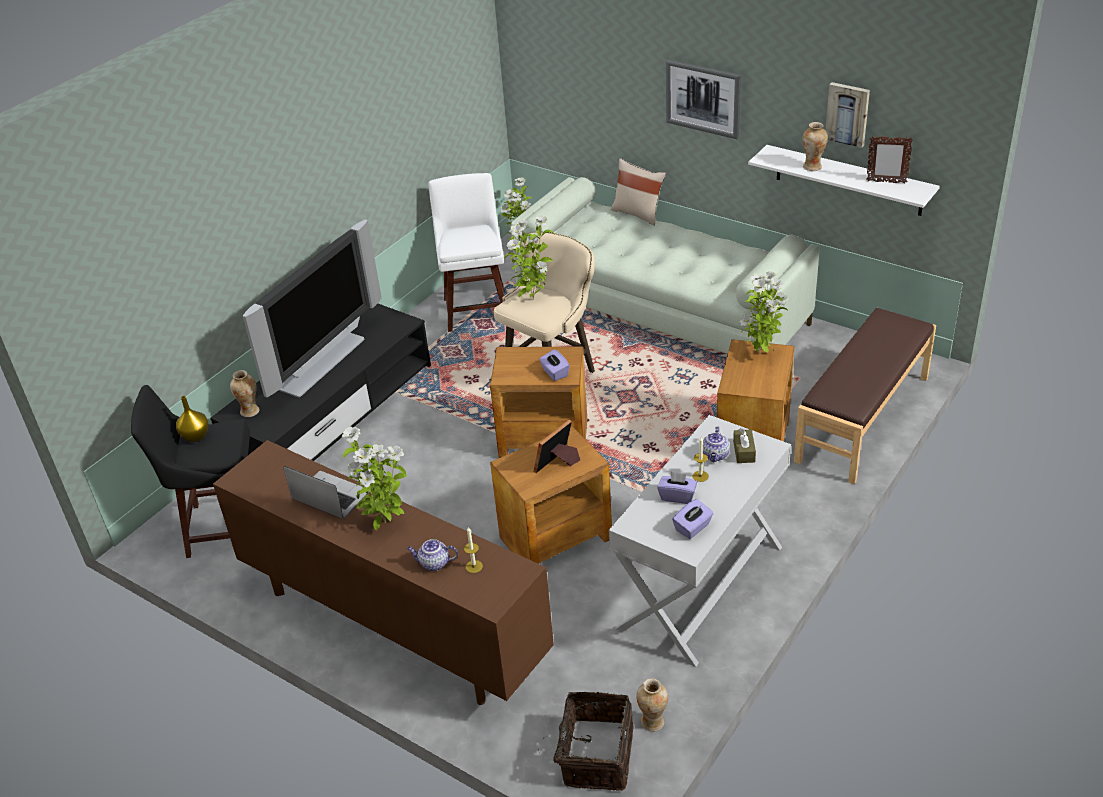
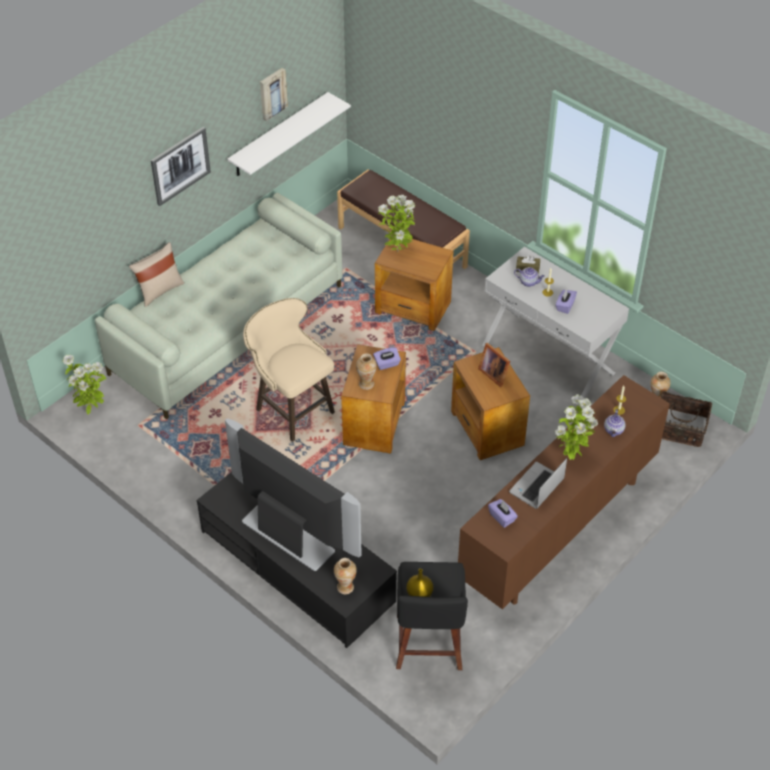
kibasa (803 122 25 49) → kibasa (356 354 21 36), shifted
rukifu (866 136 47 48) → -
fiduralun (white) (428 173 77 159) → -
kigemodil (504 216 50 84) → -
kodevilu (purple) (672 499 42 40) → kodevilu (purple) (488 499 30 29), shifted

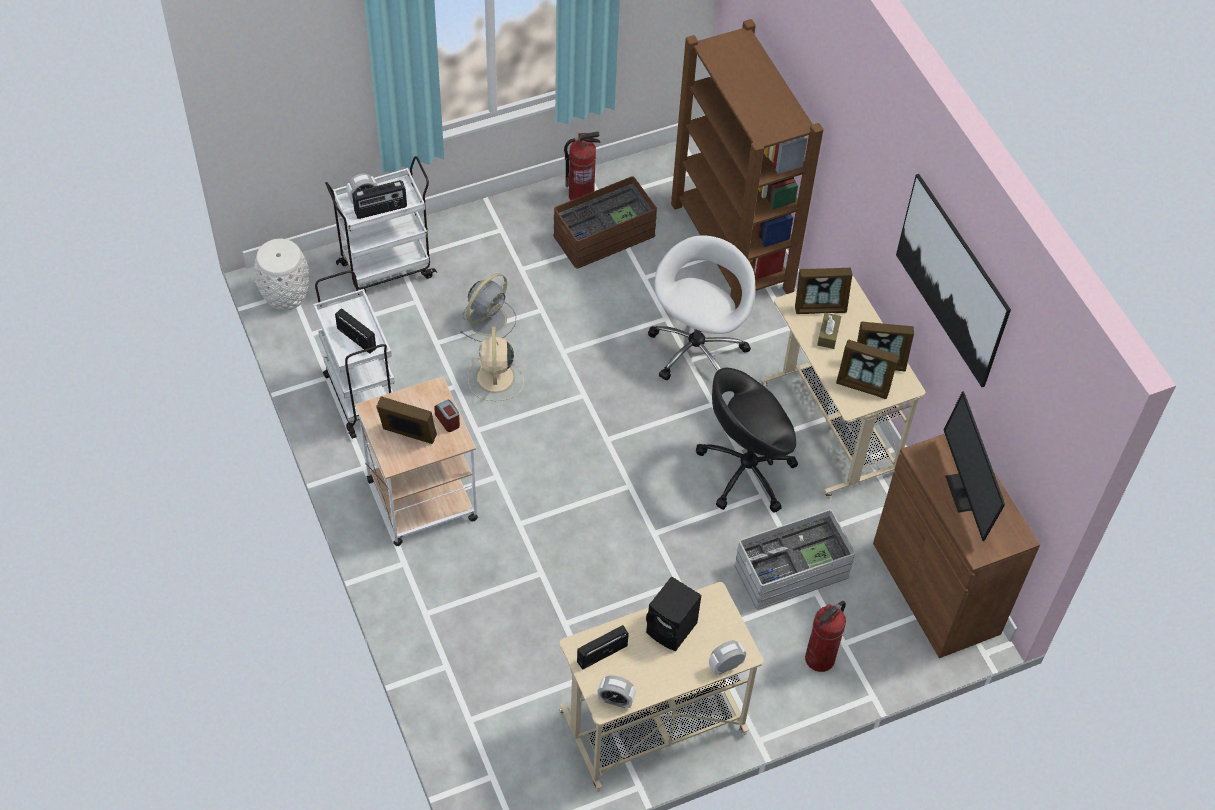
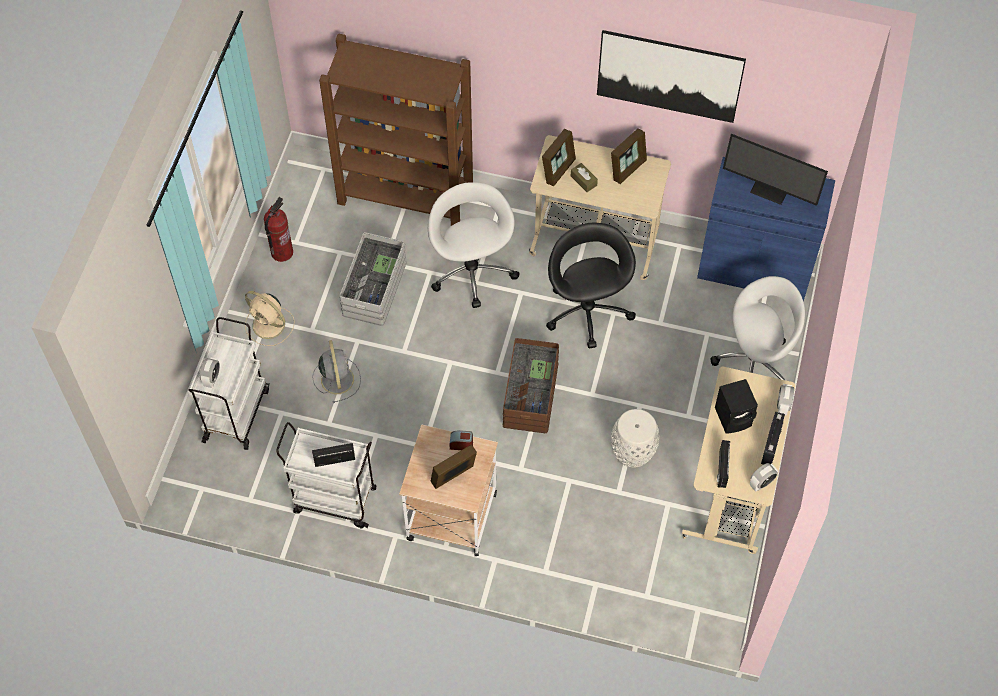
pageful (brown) (553 176 104 92) → pageful (brown) (503 338 57 95), shifted
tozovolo (352 180 55 39) → tozovolo (761 412 24 53), shifted
fiduralun (white) (254 239 55 72) → fiduralun (white) (611 409 49 59), shifted
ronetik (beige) (468 326 56 75) → ronetik (beige) (245 291 50 55), shifted
rukifu (836 340 63 59) → -
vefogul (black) (696 368 102 145) → vefogul (black) (546 223 90 125), 150 degrees clockwise
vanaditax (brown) (873 434 167 224) → vanaditax (blue) (697 157 138 144)
pageful (grey) (734 509 121 101) → pageful (grey) (340 232 67 94), shifted
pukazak (805 601 41 71) → vefogul (white) (711 276 94 104)

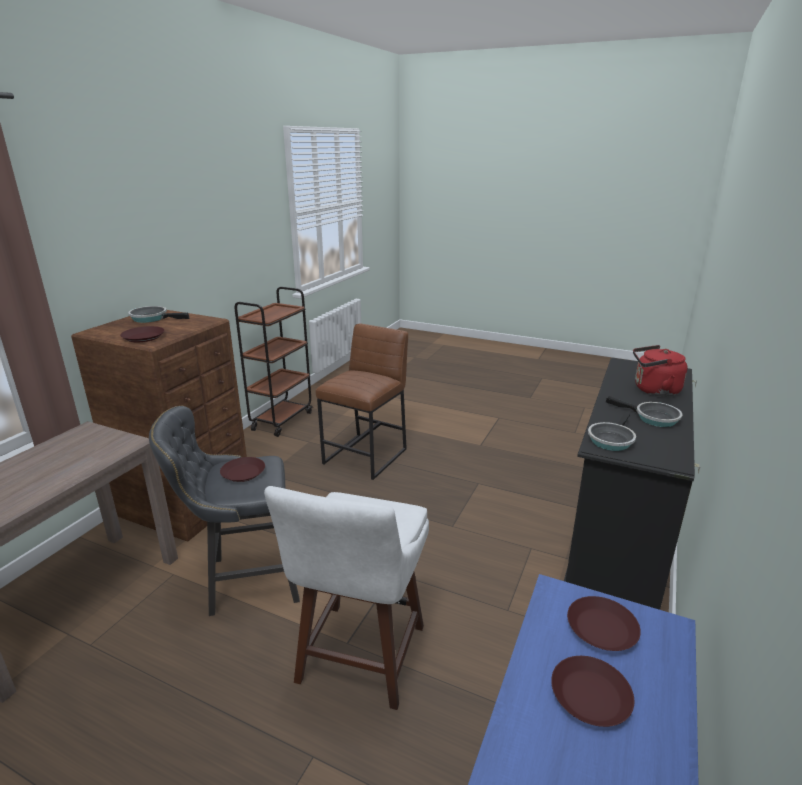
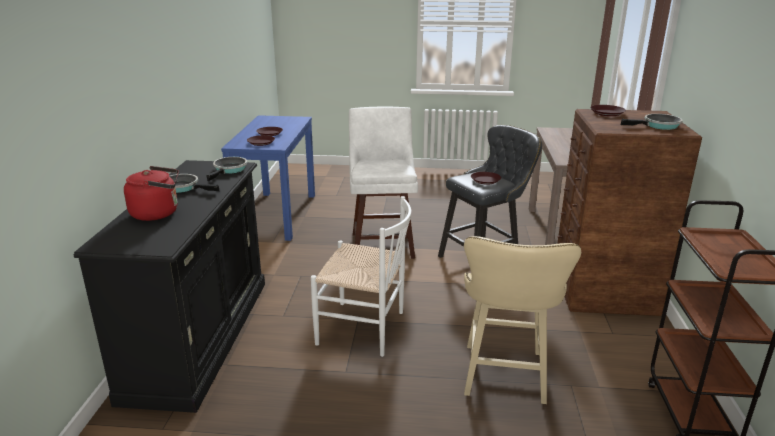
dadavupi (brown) (315 324 93 156) → fiduralun (beige) (464 236 117 168)
- → dadavupi (white) (311 196 100 161)

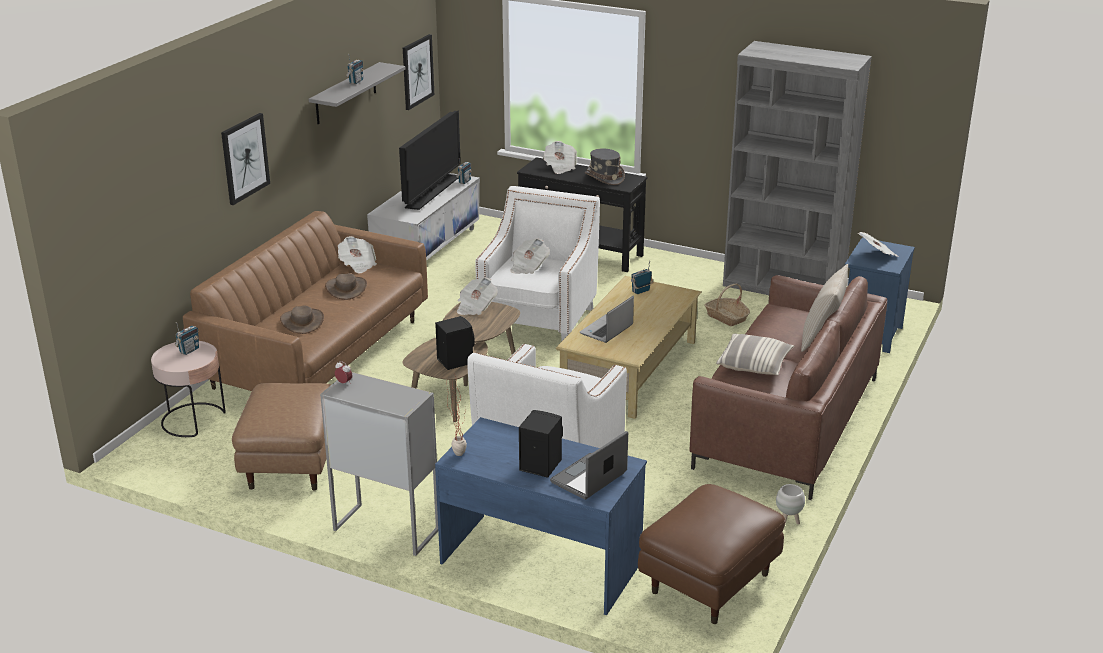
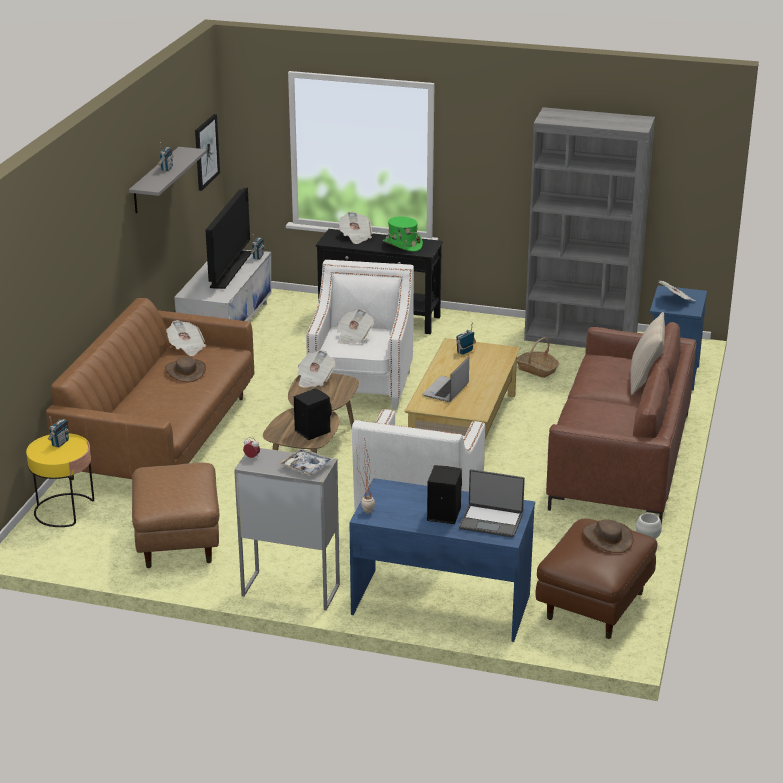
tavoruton (221 113 49 92) → -
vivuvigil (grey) (585 148 40 37) → vivuvigil (green) (383 216 40 36)
vivuvigil (brown) (280 305 44 29) → vivuvigil (brown) (582 519 52 34), shifted
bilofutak (716 333 78 42) → -
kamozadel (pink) (151 341 75 96) → kamozadel (yellow) (26 433 68 94)
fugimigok (550 431 78 69) → fugimigok (459 469 66 69), 105 degrees counterclockwise
- → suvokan (279 449 55 27)

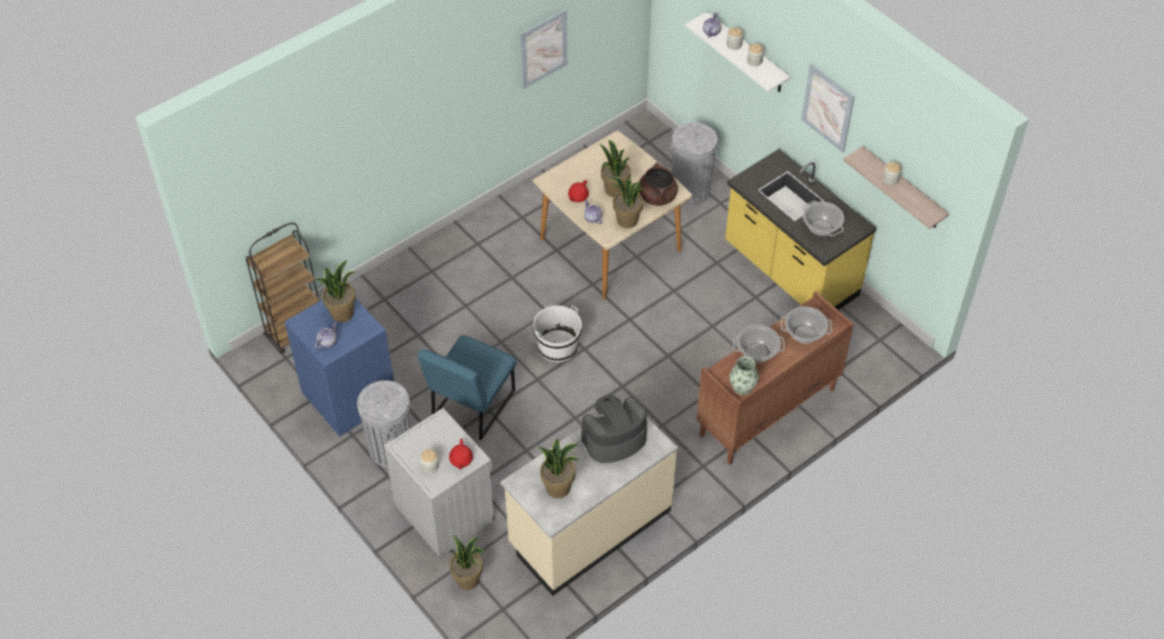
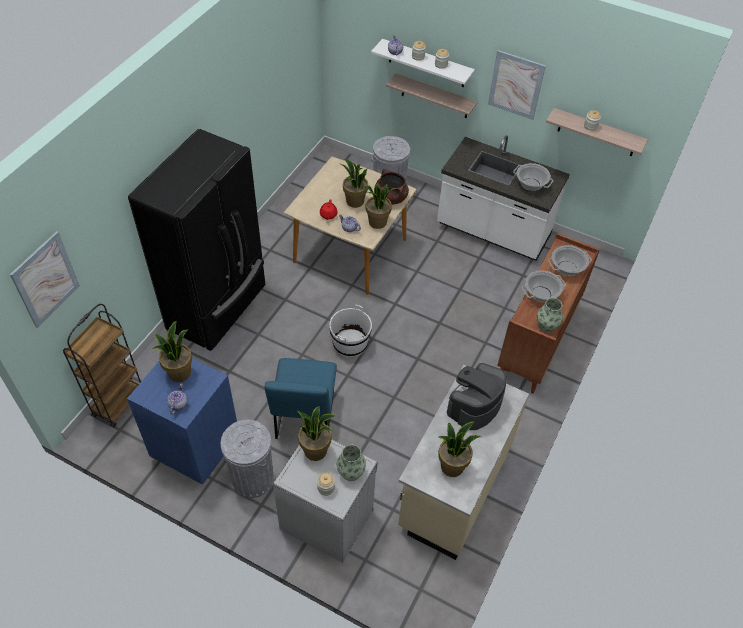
tavoruton (520 9 47 80) → tavoruton (10 231 70 97), shifted
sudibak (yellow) (725 149 151 161) → sudibak (white) (437 135 133 126)
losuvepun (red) (449 439 24 30) → kibasa (337 445 29 36)
kigemodil (449 534 36 56) → kigemodil (297 406 39 55), shifted
- → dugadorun (386 74 92 44)
- → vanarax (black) (128 129 137 222)

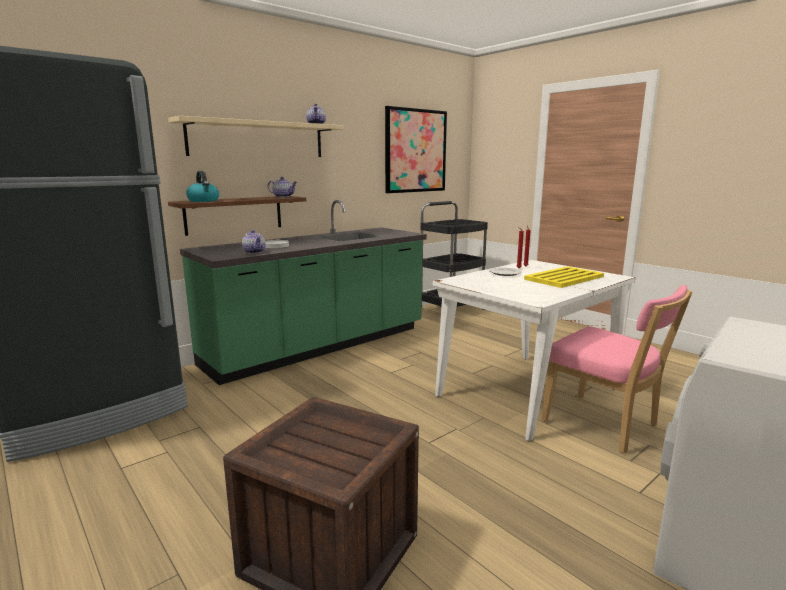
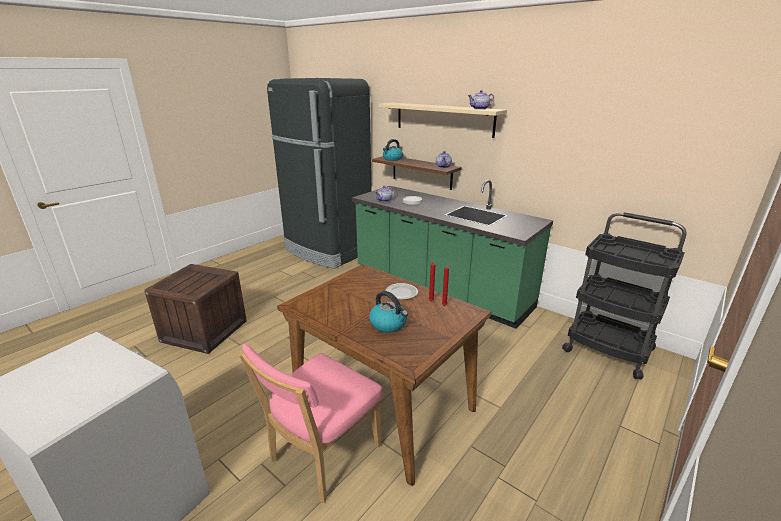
tavoruton (385 106 62 87) → -
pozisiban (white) (432 260 203 181) → pozisiban (brown) (277 264 214 222)
suvokan (yellow) (524 266 80 22) → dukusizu (369 291 39 42)

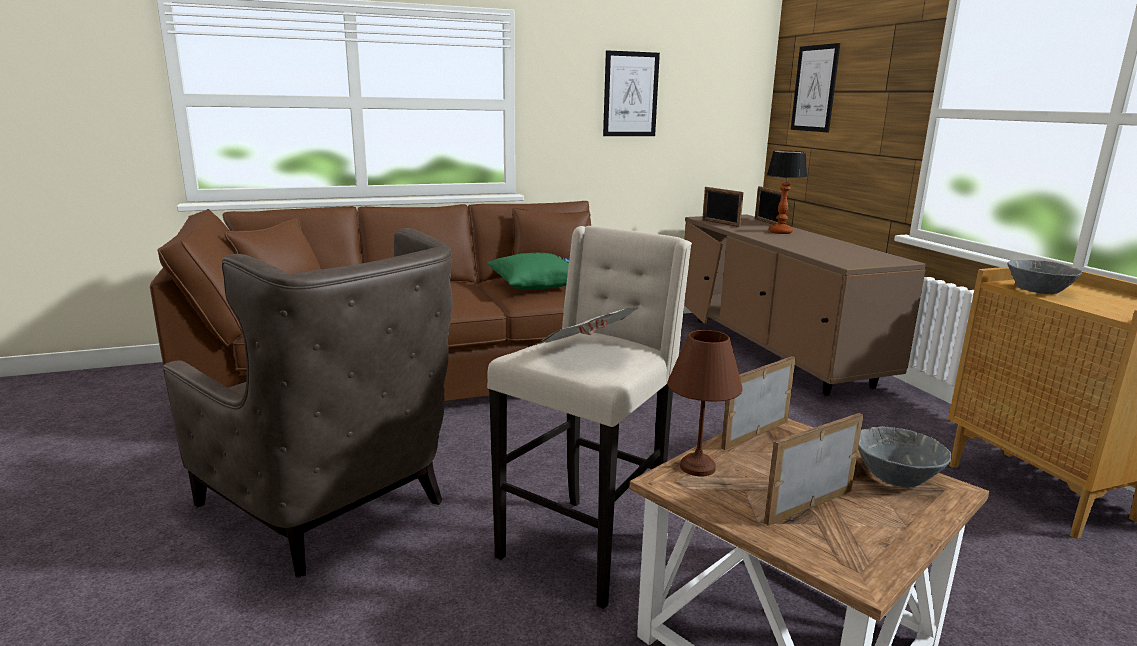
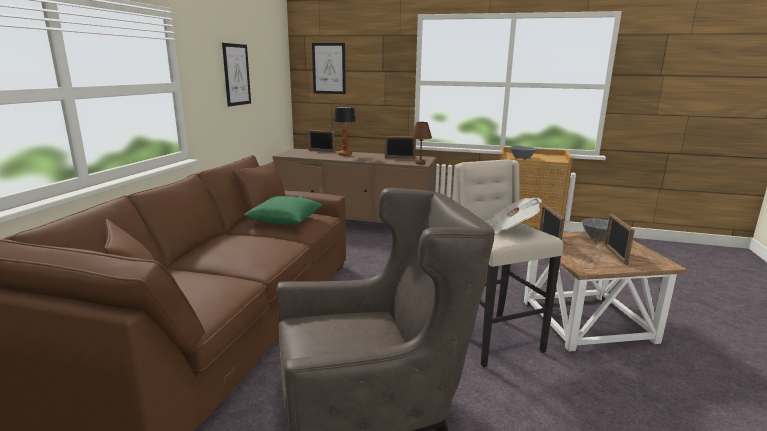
rukifu (702 187 42 40) → rukifu (385 136 31 22), shifted
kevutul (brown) (667 330 76 146) → kevutul (brown) (411 122 21 42), shifted

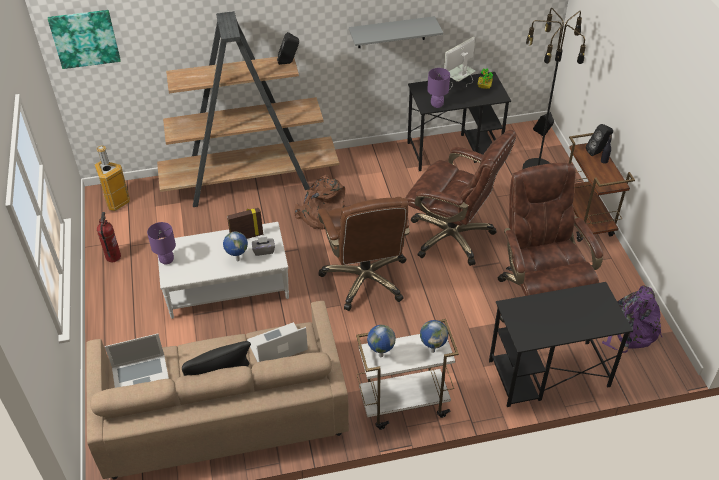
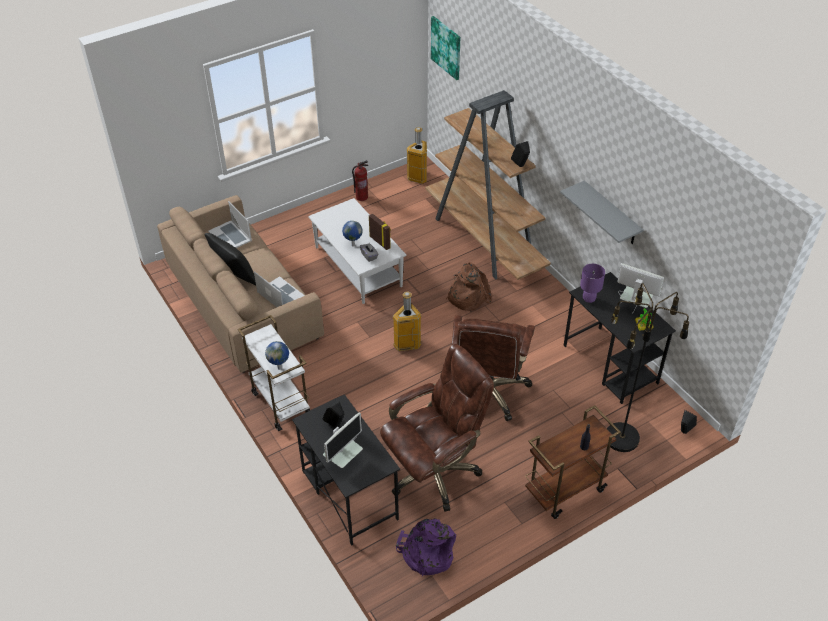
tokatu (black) (586 124 27 32) → tokatu (black) (322 401 22 27), shifted
vefogul (brown) (318 197 92 114) → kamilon (393 291 28 60)
kevutul (purple) (147 222 29 42) → -
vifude (367 325 29 32) → -
- → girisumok (323 413 40 55)

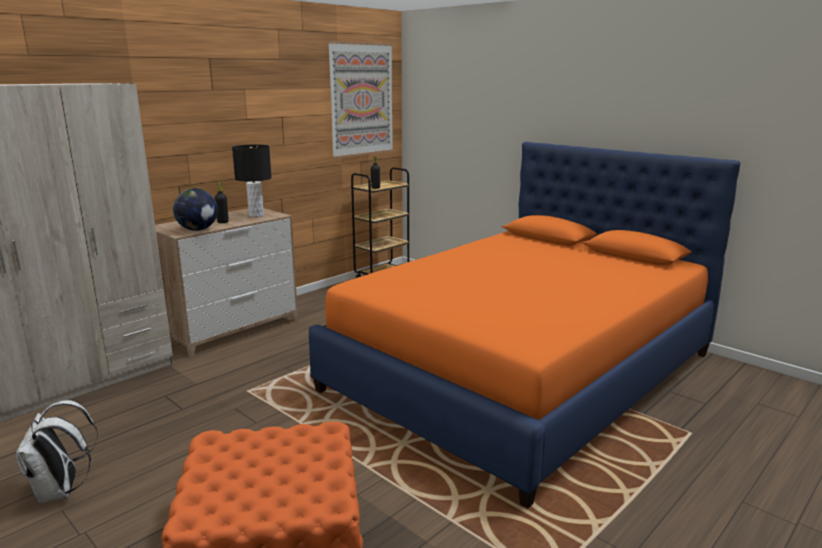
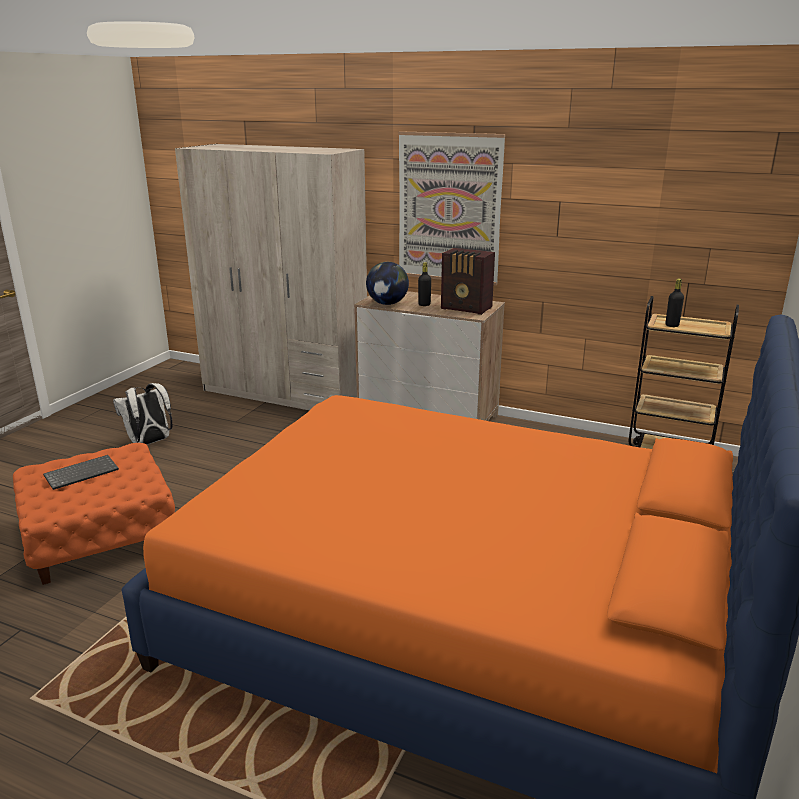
tavoruton (328 41 65 118) → tavoruton (399 131 106 154), shifted
kevutul (black) (232 145 40 72) → tozovolo (441 248 54 67)
- → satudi (43 455 76 35)

